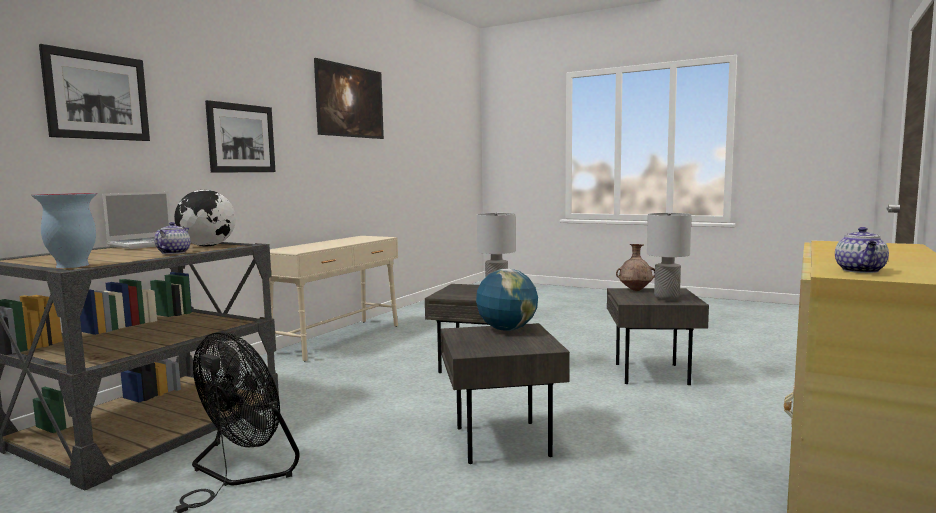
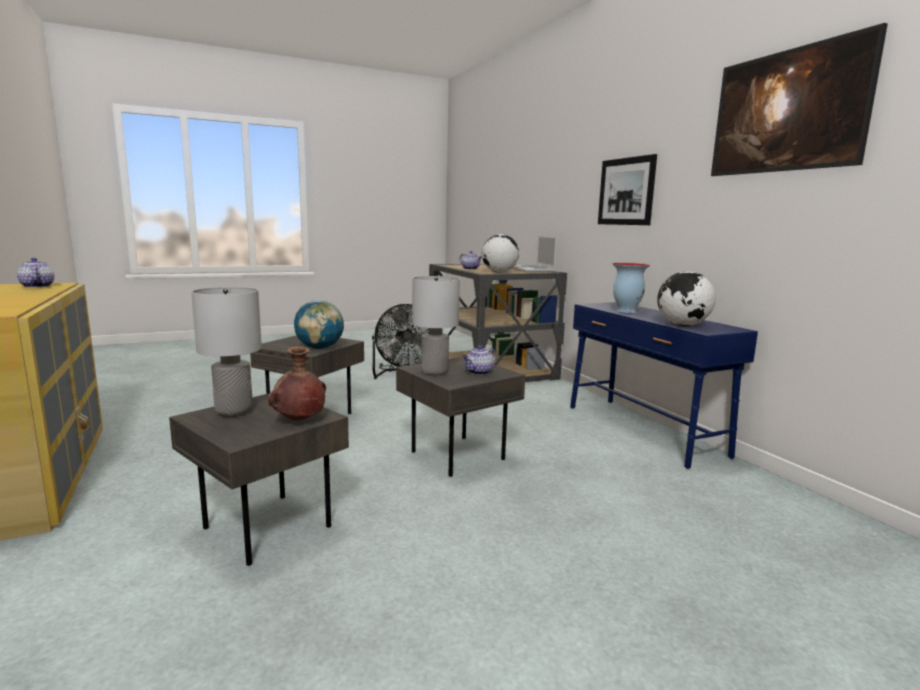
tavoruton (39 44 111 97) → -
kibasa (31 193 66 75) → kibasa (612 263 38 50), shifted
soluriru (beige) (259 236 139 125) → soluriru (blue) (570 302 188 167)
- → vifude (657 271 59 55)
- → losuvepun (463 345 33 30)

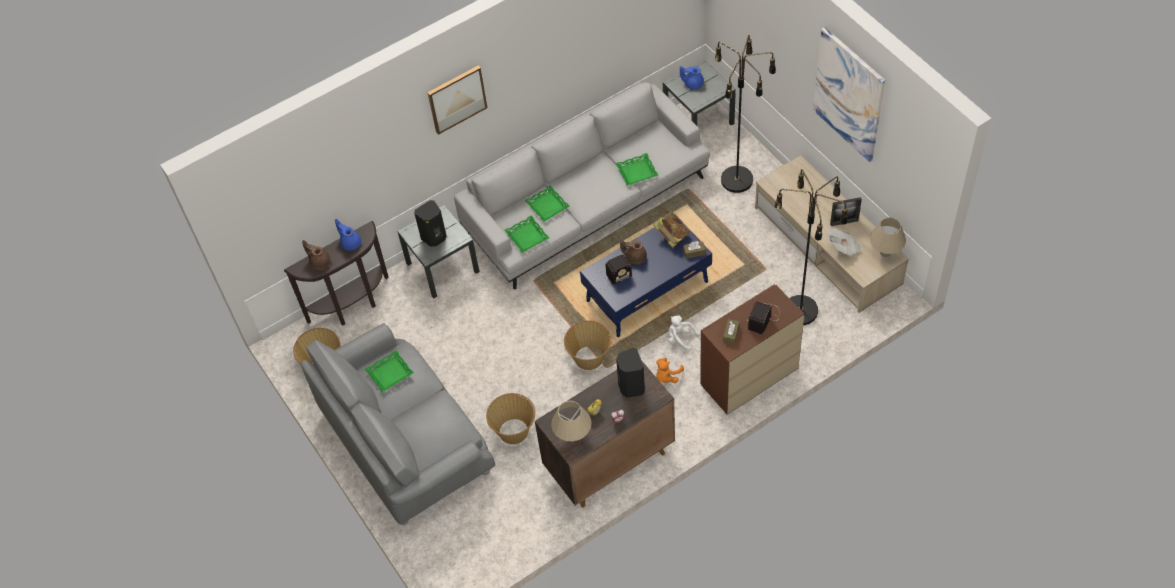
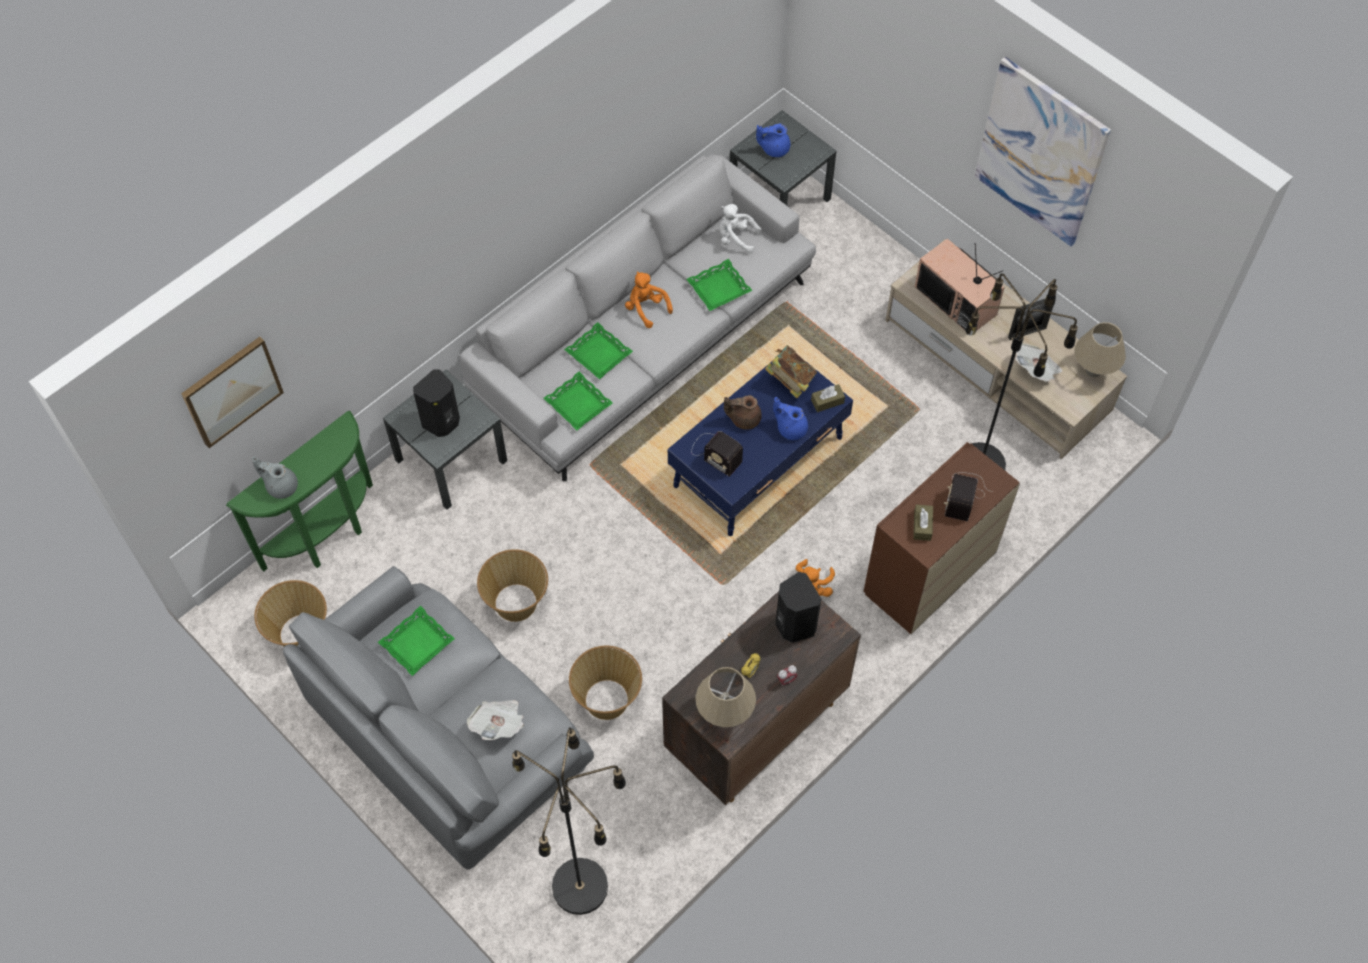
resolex (715 35 61 158) → resolex (512 727 114 188), shifted
tavoruton (427 66 60 69) → tavoruton (181 337 103 111), shifted
losuvepun (blue) (335 219 26 32) → losuvepun (blue) (773 397 35 43), shifted
soluriru (brown) (284 221 105 105) → soluriru (green) (226 411 147 161)
losuvepun (brown) (302 240 29 30) → losuvepun (grey) (252 457 46 42)
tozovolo (594 255 38 35) → tozovolo (691 431 52 46), 75 degrees clockwise
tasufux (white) (668 315 32 36) → tasufux (white) (719 204 42 50), shifted
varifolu (564 320 48 50) → varifolu (477 549 71 73), shifted
- → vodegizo (915 238 90 93)
- → tasufux (orange) (625 271 48 57)
- → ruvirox (467 700 57 40)

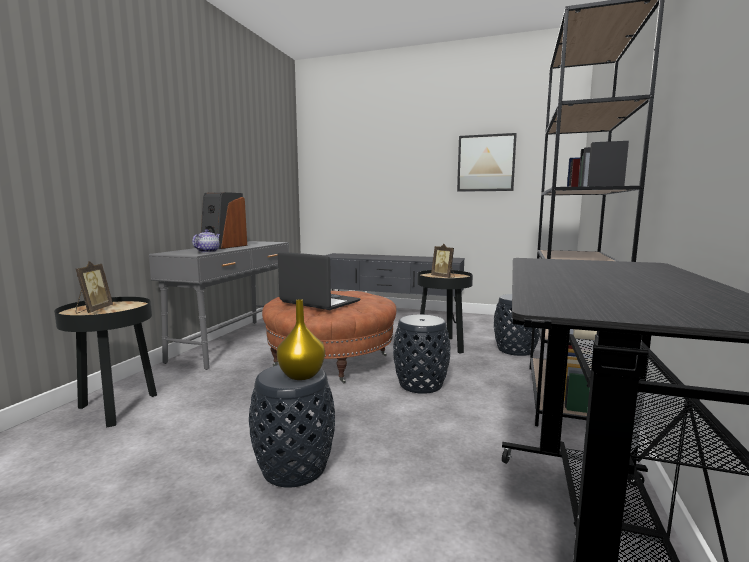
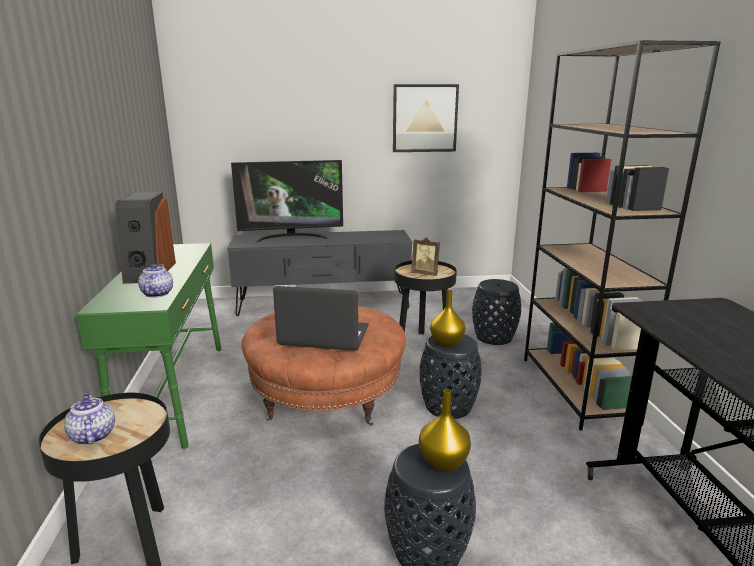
soluriru (grey) (149 241 140 129) → soluriru (green) (76 243 146 206)
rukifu (76 261 37 52) → losuvepun (64 391 51 54)
- → vodegizo (231 160 112 82)
- → kibasa (yellow) (430 290 35 57)

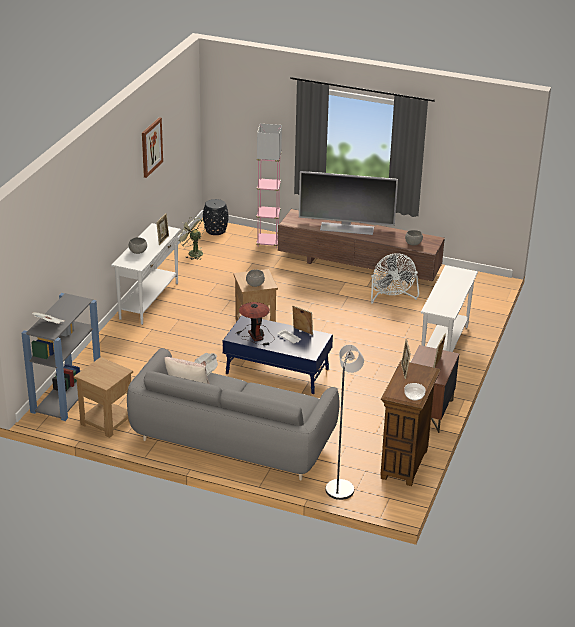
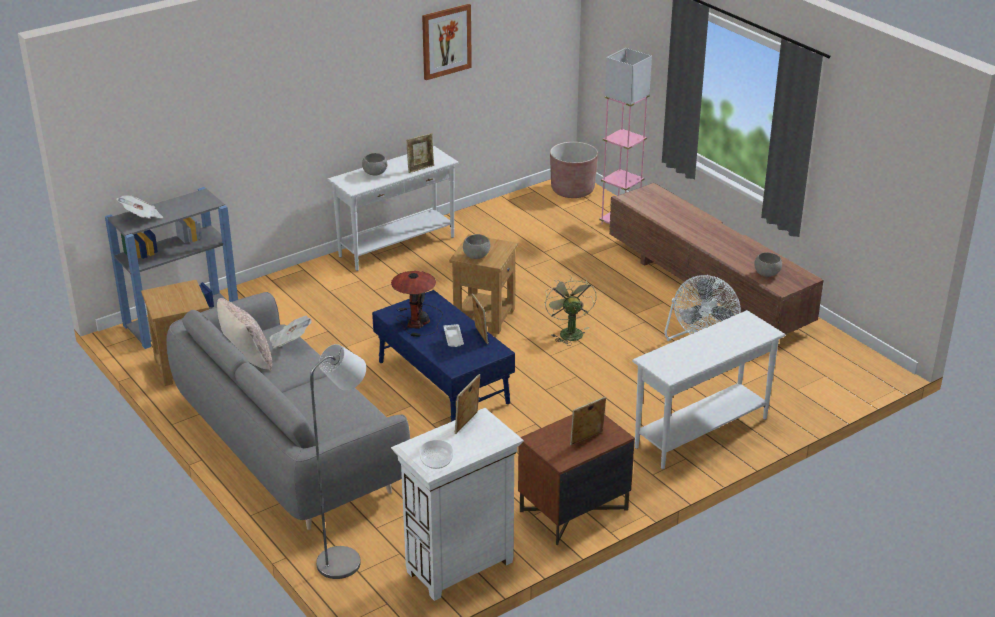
vodegizo (299 171 99 64) → -
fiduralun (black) (203 199 26 36) → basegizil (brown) (550 142 48 56)
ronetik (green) (179 217 26 43) → ronetik (green) (545 275 52 70), shifted
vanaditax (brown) (381 361 60 125) → vanaditax (white) (391 408 133 193)

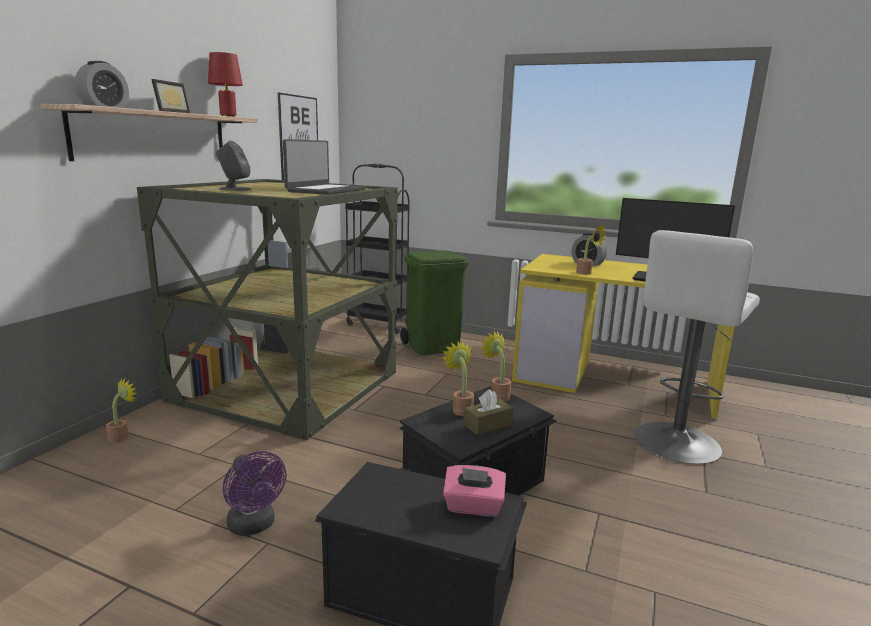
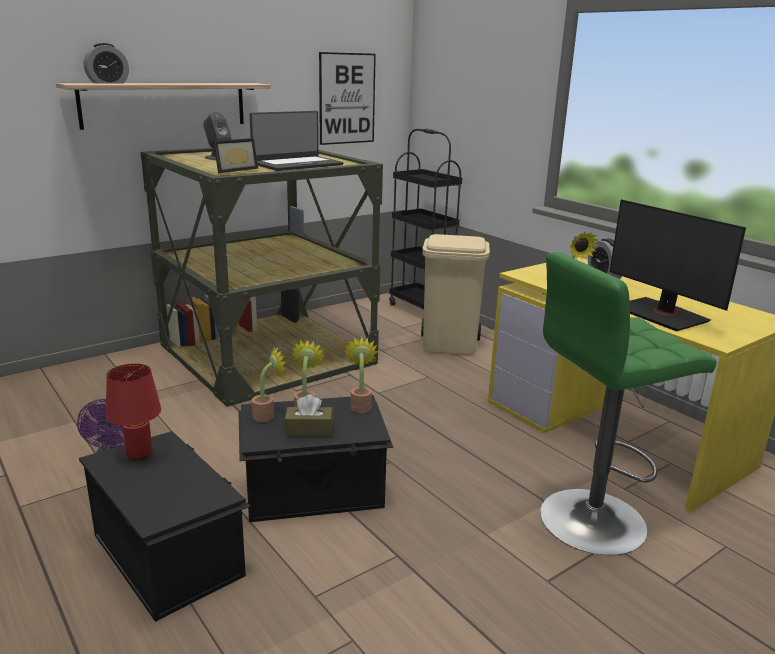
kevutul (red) (208 52 35 65) → kevutul (red) (106 364 55 97), shifted
rukifu (151 79 39 34) → rukifu (213 138 45 35), shifted
fiduralun (white) (634 230 126 234) → fiduralun (green) (540 252 177 303)
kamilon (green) (400 251 69 104) → kamilon (beige) (421 234 69 121)
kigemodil (106 378 31 65) → kigemodil (252 346 35 76), shifted
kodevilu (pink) (443 465 63 52) → -

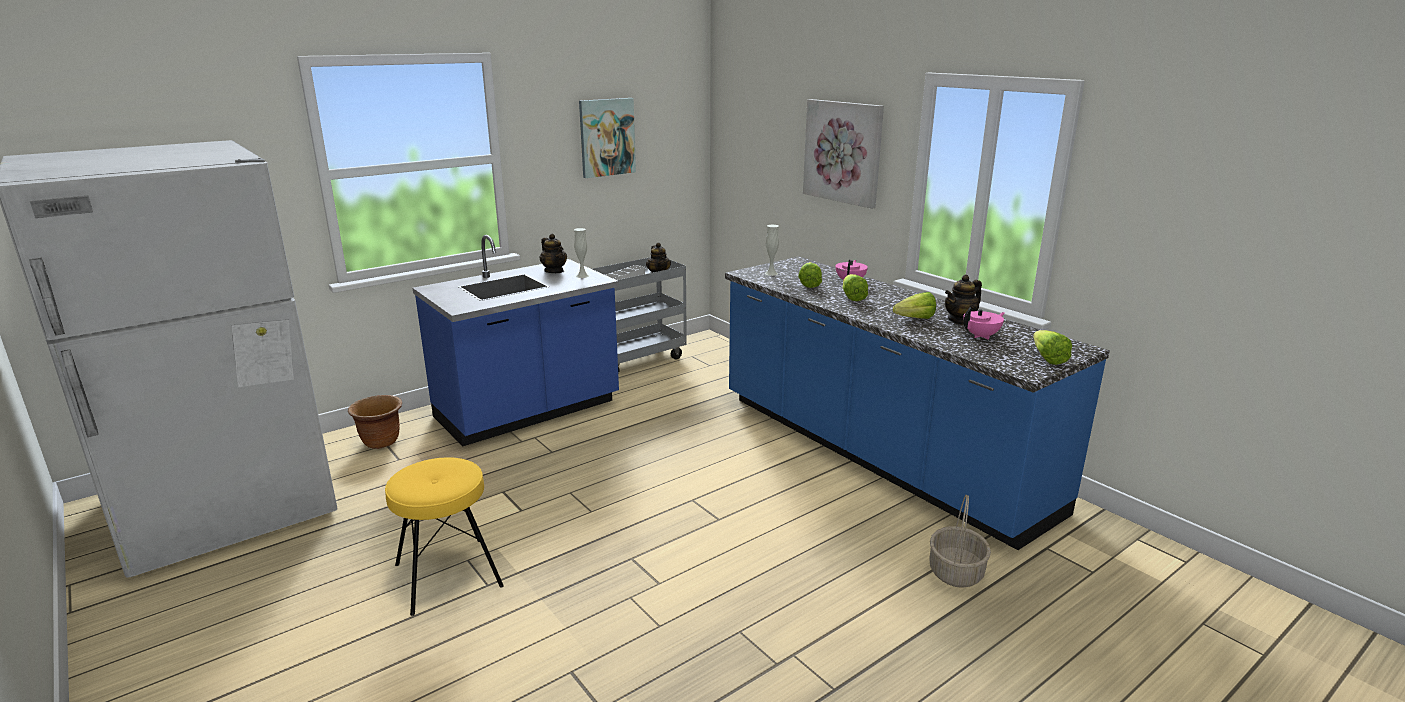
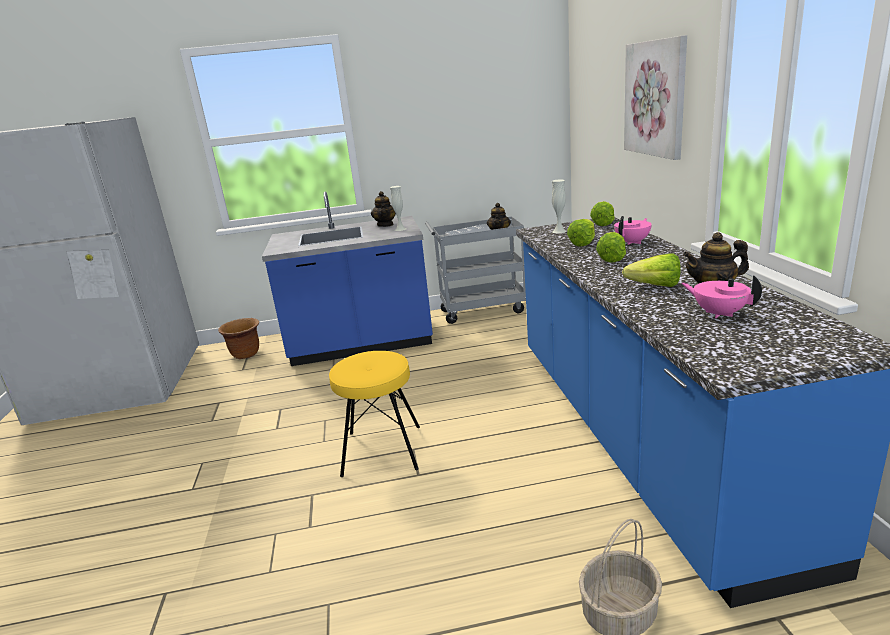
tavoruton (579 98 57 80) → -
losuvepun (pink) (963 307 42 33) → losuvepun (pink) (682 275 80 43), 135 degrees counterclockwise
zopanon (1033 330 39 35) → zopanon (590 201 25 25), shifted
fiduralun (yellow) (385 457 119 159) → fiduralun (yellow) (329 351 91 126), shifted

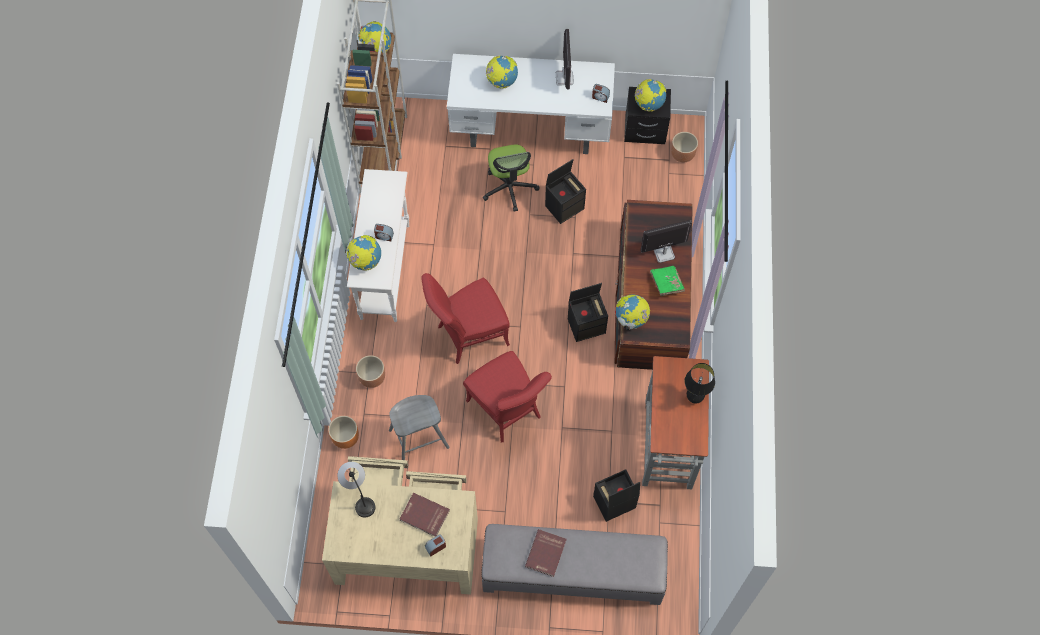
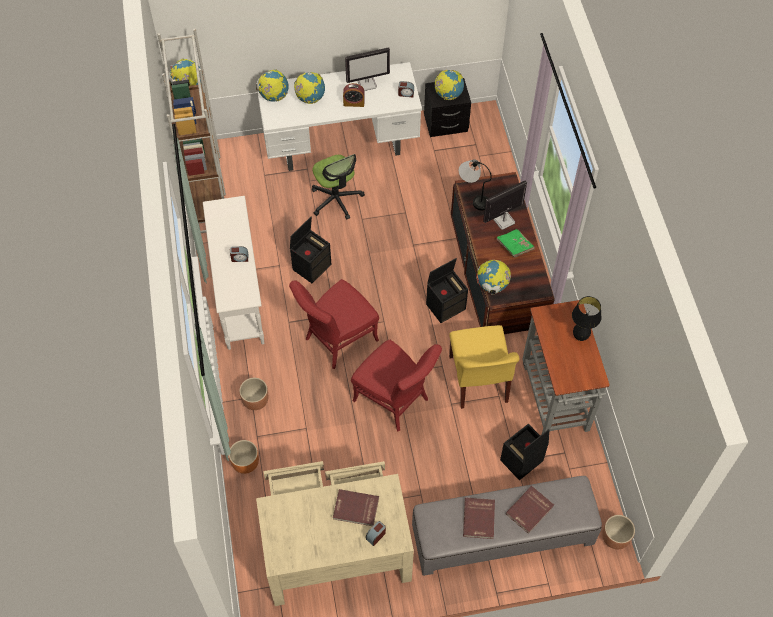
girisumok (556 29 18 61) → girisumok (345 47 45 44), 90 degrees clockwise
basegizil (brown) (671 132 27 30) → basegizil (brown) (602 515 33 34), shifted
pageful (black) (545 159 41 65) → pageful (black) (290 216 41 67), shifted
vifude (345 235 36 36) → vifude (256 69 33 33), shifted
fiduralun (grey) (389 395 60 65) → -
kevutul (338 462 38 56) → kevutul (459 159 33 51), shifted
- → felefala (343 83 22 24)
- → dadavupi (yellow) (449 325 70 84)
- → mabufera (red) (506 486 48 48)

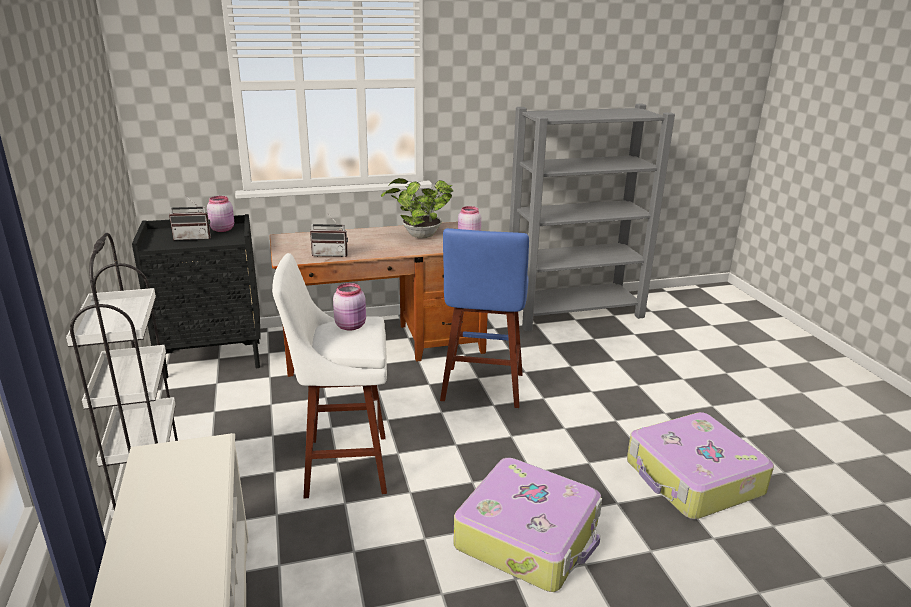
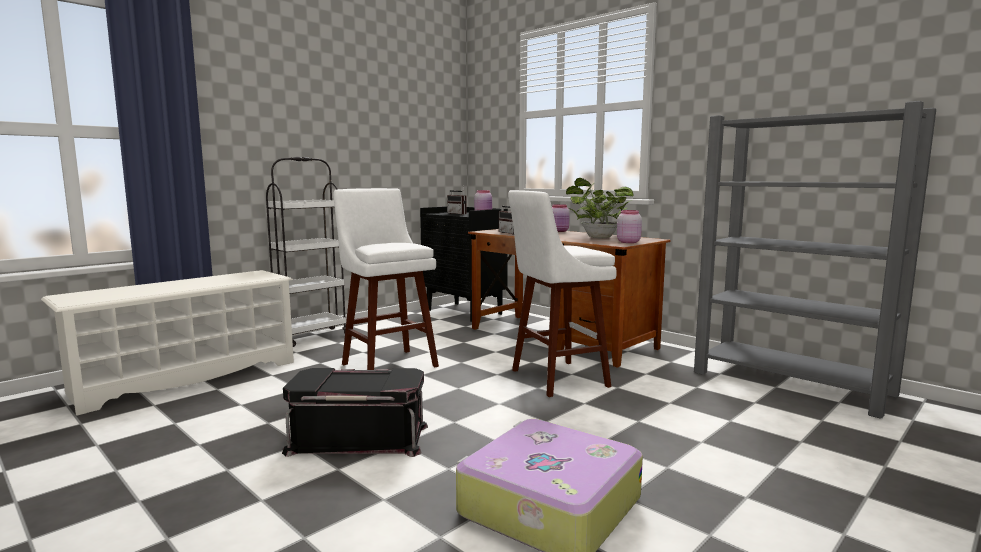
fiduralun (blue) (440 228 89 180) → fiduralun (white) (508 190 109 207)
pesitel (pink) (333 283 33 48) → pesitel (pink) (552 204 18 28), shifted
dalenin (454 458 148 134) → pageful (black) (282 368 146 89)

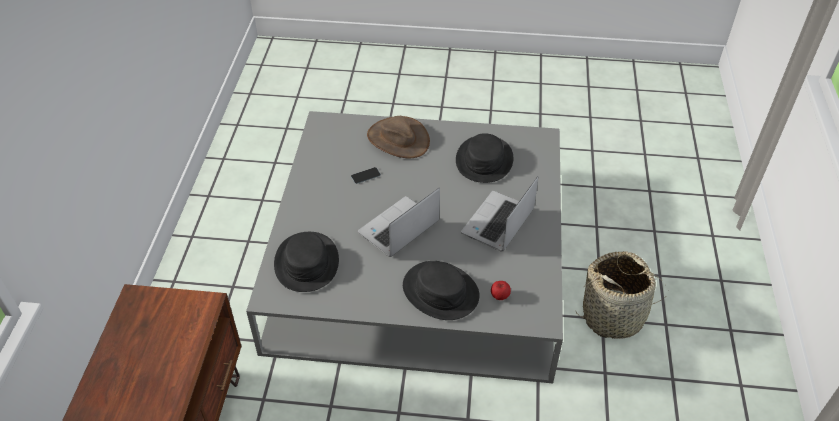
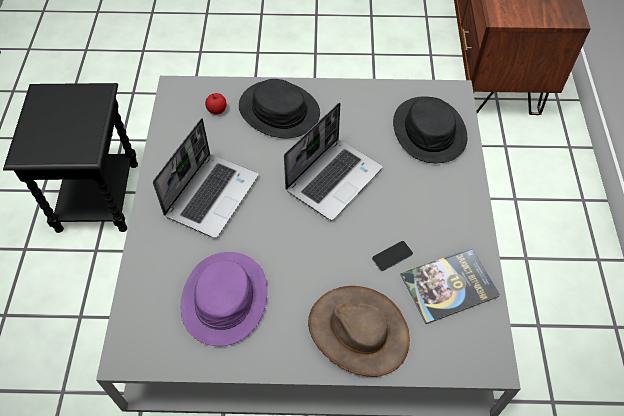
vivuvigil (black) (456 133 57 50) → vivuvigil (purple) (181 252 86 94)
varifolu (575 251 90 88) → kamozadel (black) (3 83 135 150)
- → mabufera (400 248 100 76)

